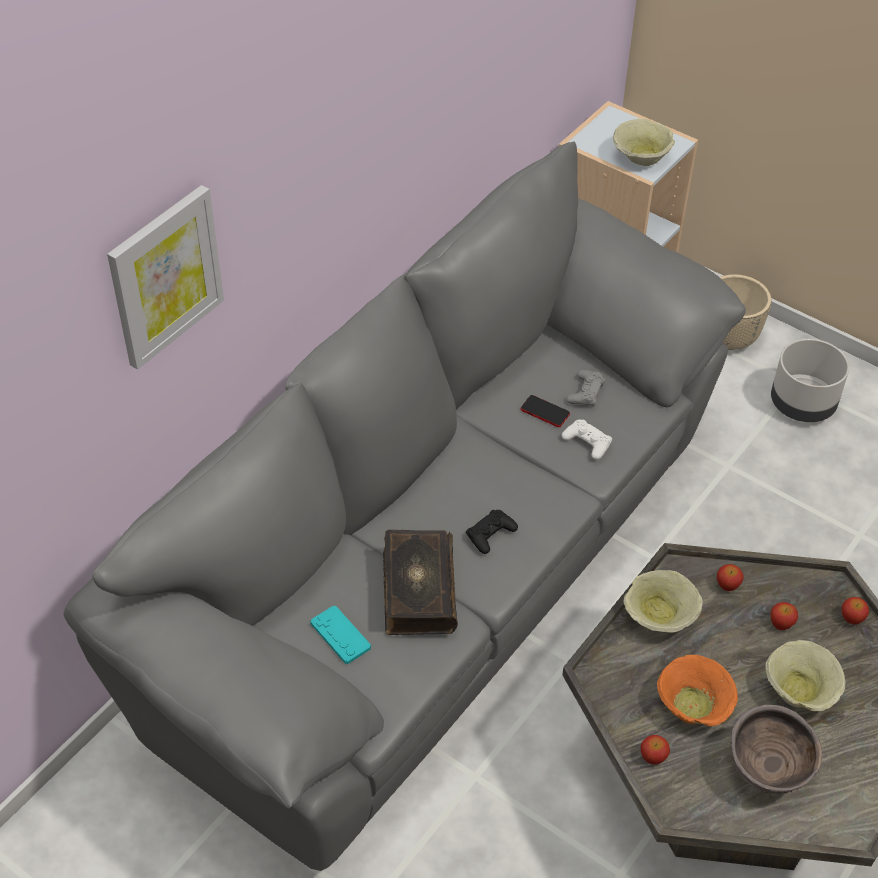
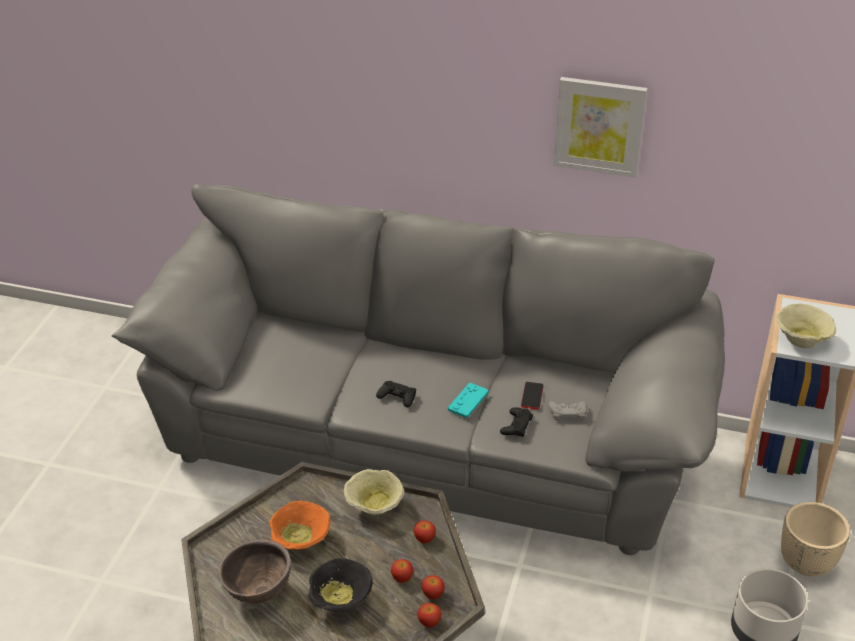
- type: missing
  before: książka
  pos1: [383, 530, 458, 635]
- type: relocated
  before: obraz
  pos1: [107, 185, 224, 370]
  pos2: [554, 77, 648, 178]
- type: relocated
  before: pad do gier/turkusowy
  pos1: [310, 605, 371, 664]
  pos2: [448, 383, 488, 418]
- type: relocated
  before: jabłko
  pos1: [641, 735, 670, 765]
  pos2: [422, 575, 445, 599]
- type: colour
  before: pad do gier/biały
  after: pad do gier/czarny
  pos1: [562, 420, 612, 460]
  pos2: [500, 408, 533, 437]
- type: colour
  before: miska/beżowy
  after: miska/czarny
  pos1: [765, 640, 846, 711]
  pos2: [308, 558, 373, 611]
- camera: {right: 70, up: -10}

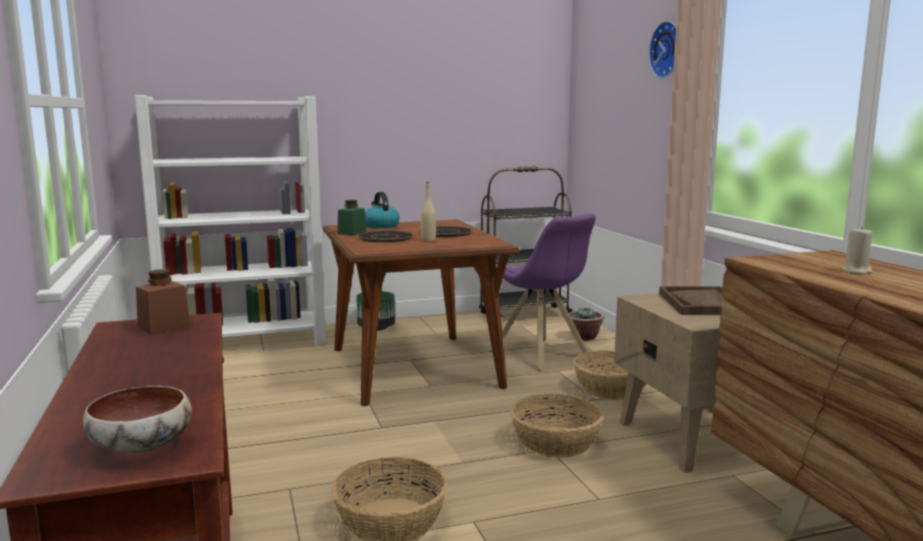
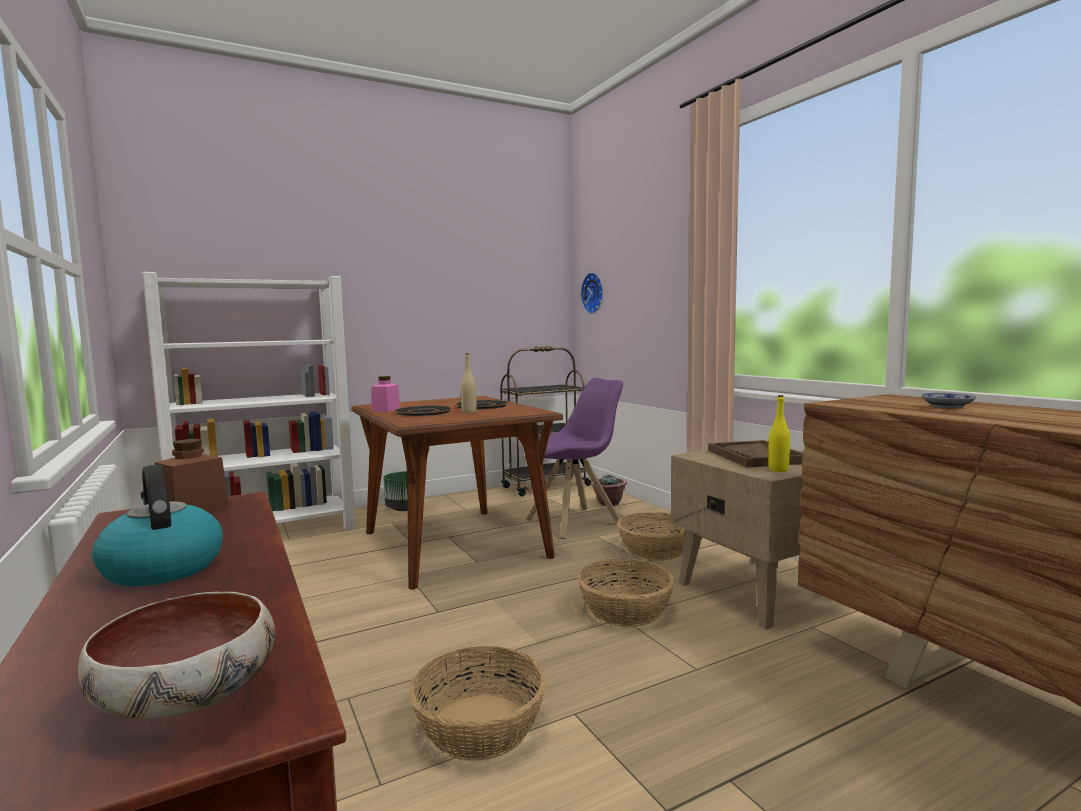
- type: appeared
  after: butelka/żółty
  pos2: [768, 395, 790, 472]
- type: relocated
  before: czajnik
  pos1: [365, 192, 400, 228]
  pos2: [92, 464, 223, 586]
- type: relocated
  before: zegar ścienny
  pos1: [649, 21, 676, 78]
  pos2: [581, 272, 603, 314]
- type: exchanged
  before: świeca/beżowy
  after: miska
  pos1: [842, 226, 873, 275]
  pos2: [921, 393, 976, 409]
- type: colour
  before: słoik/zielony
  after: słoik/różowy
  pos1: [338, 200, 366, 236]
  pos2: [371, 376, 400, 412]
- type: spun
  before: krzesło/fioletowy
  pos1: [491, 213, 596, 371]
  pos2: [527, 378, 623, 539]
  turn: -75
- camera: {right: -10, up: -5}

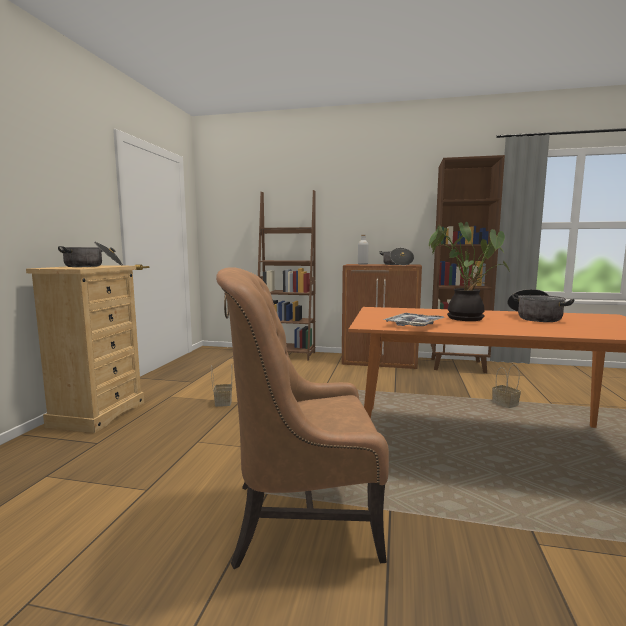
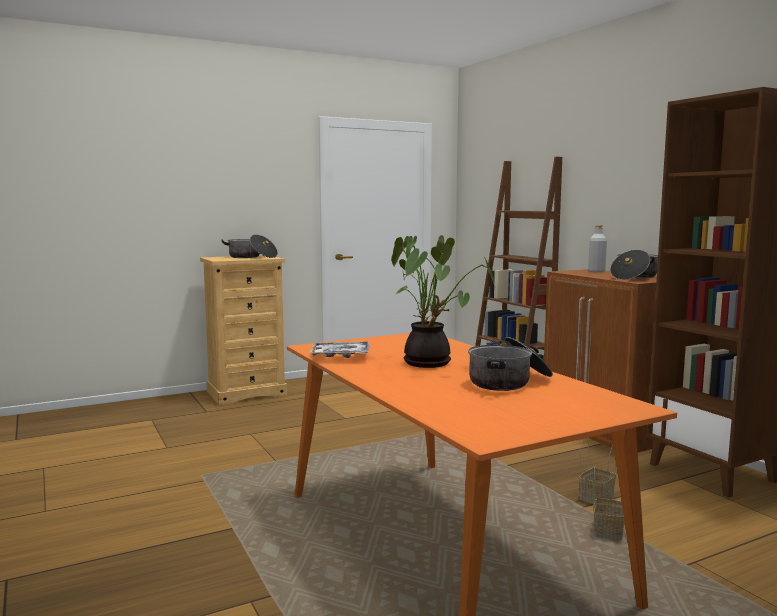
- type: missing
  before: krzesło/brązowy
  pos1: [216, 267, 389, 569]
- type: relocated
  before: koszyk
  pos1: [211, 365, 232, 407]
  pos2: [579, 438, 616, 504]
- camera: {right: 50, up: 0}

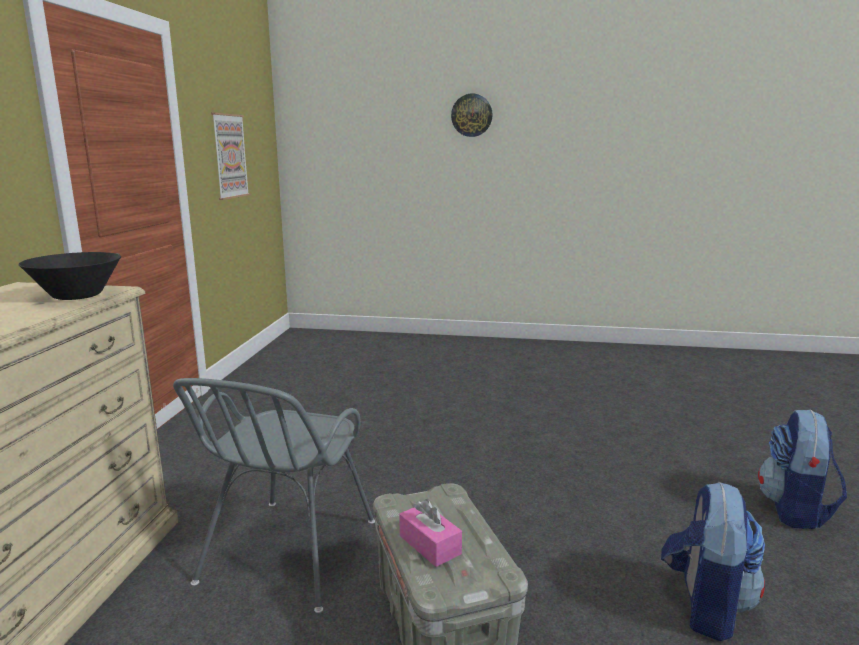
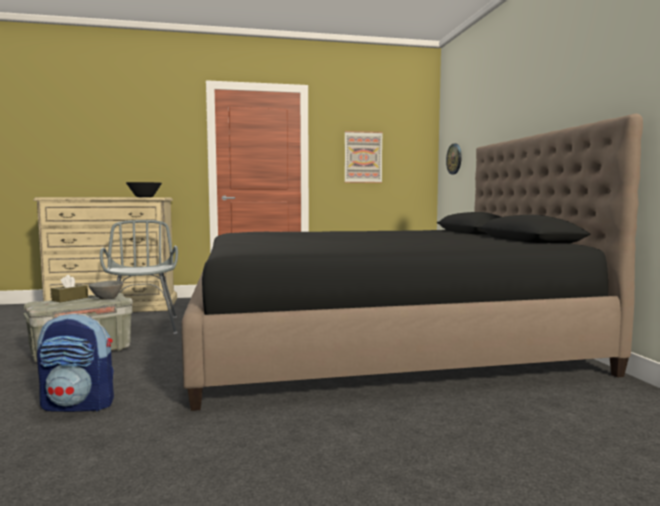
- type: missing
  before: plecak
  pos1: [758, 410, 847, 529]
- type: appeared
  after: miska/szary
  pos2: [89, 281, 123, 300]
- type: appeared
  after: łóżko/czarny
  pos2: [181, 114, 643, 411]
- type: relocated
  before: zegar ścienny
  pos1: [451, 94, 493, 137]
  pos2: [446, 144, 462, 174]
- type: colour
  before: pudełko chusteczek/różowy
  after: pudełko chusteczek/brązowy
  pos1: [399, 499, 462, 567]
  pos2: [51, 275, 88, 302]
- type: spun
  before: krzesło/szary
  pos1: [173, 378, 375, 613]
  pos2: [100, 220, 178, 334]
  turn: 75
- camera: {right: 70, up: -10}

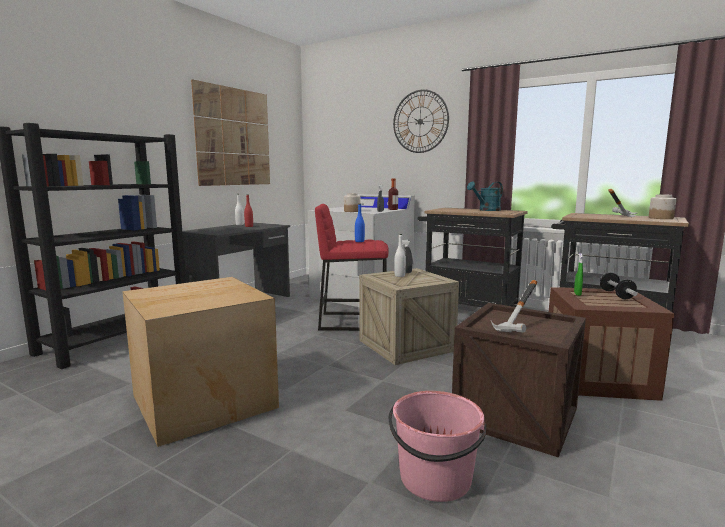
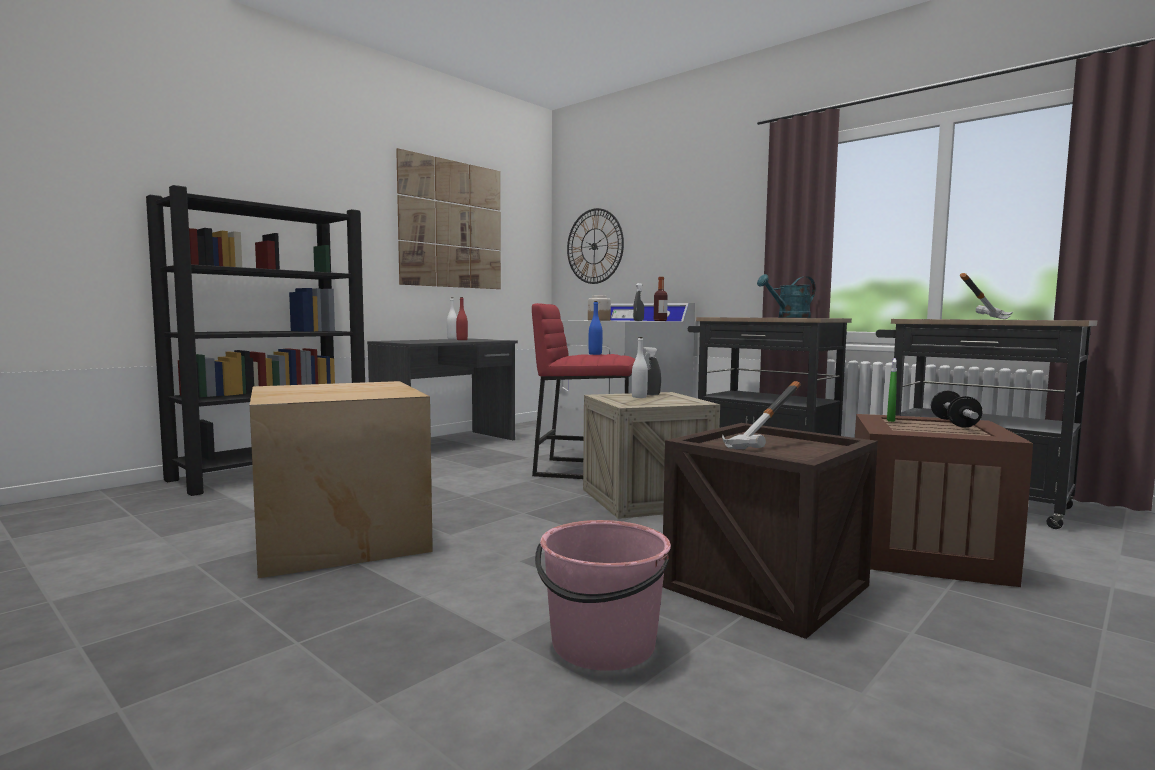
- type: missing
  before: słoik
  pos1: [649, 194, 676, 219]
- type: relocated
  before: zegar ścienny
  pos1: [393, 89, 449, 153]
  pos2: [567, 208, 624, 284]
- camera: {right: 10, up: -5}

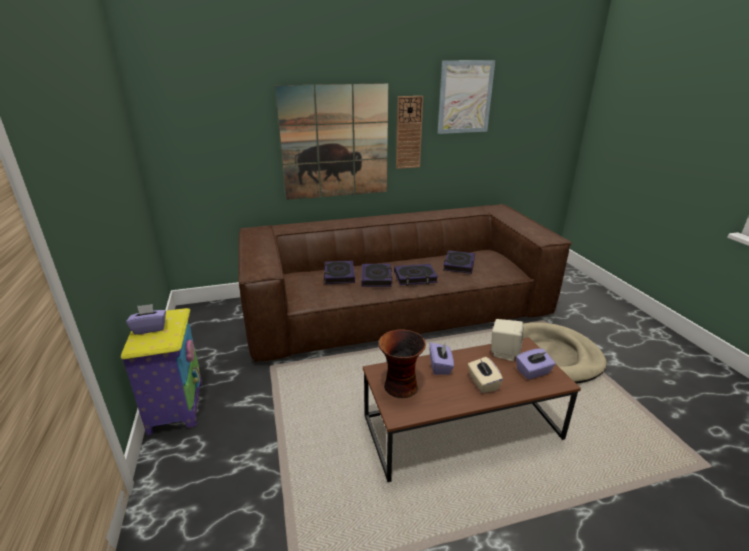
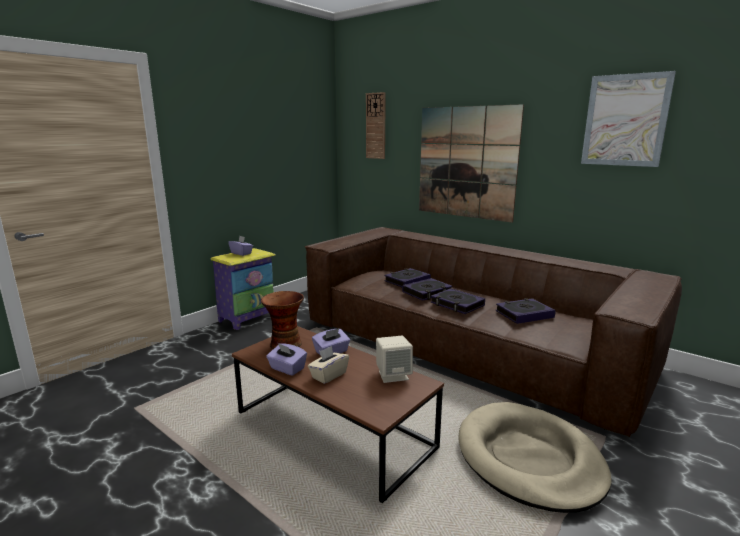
- type: relocated
  before: zegar ścienny
  pos1: [396, 96, 423, 169]
  pos2: [366, 92, 386, 159]
- type: relocated
  before: pudełko chusteczek/fioletowy
  pos1: [516, 348, 556, 379]
  pos2: [266, 343, 307, 376]
- camera: {right: 55, up: -10}

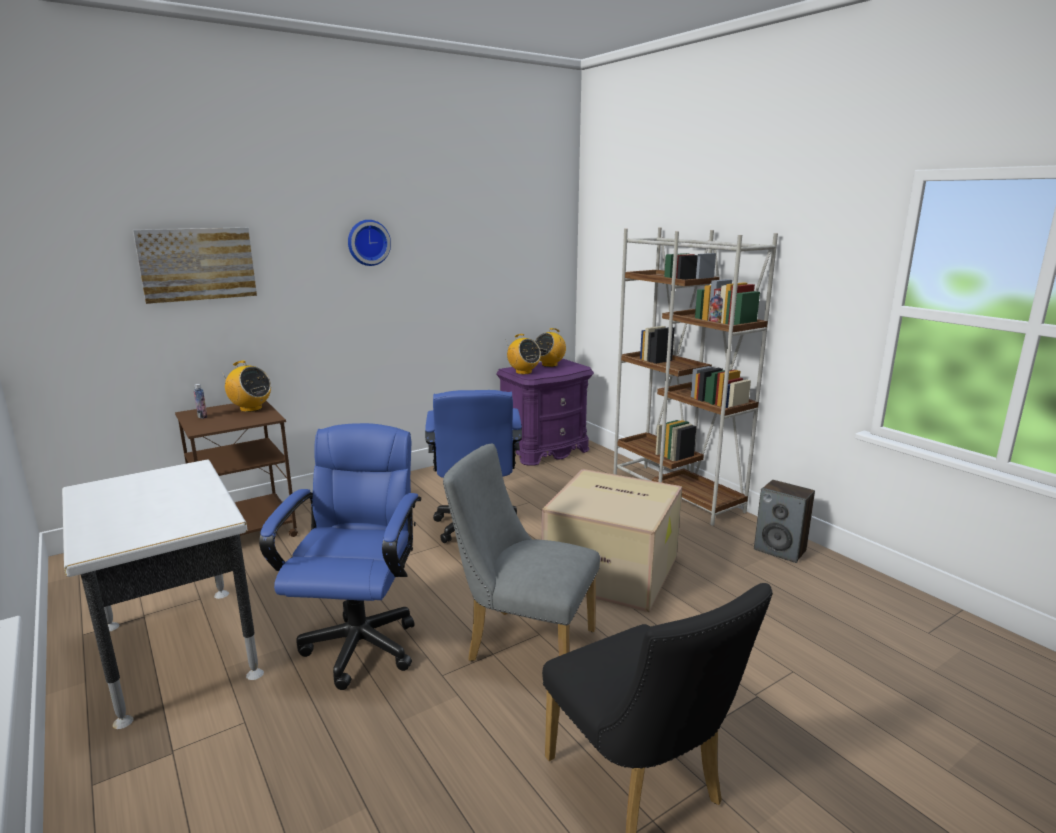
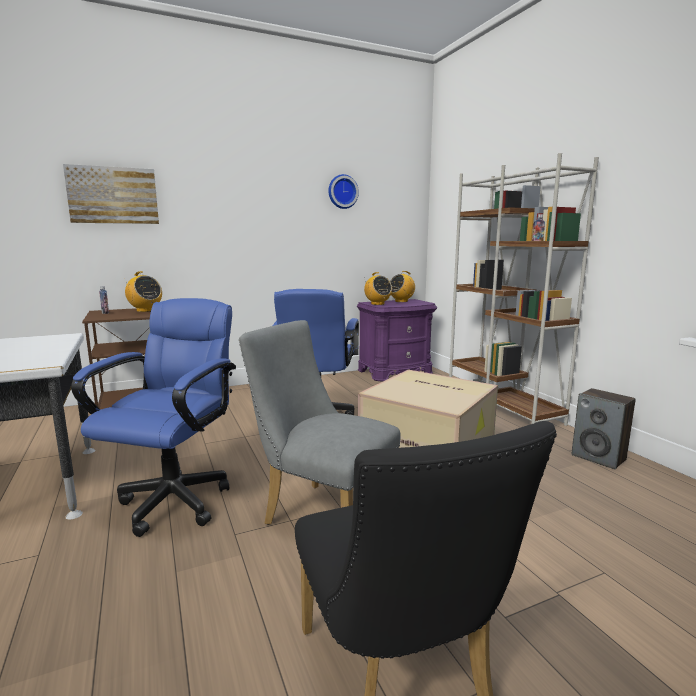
- type: relocated
  before: zegar ścienny
  pos1: [348, 220, 391, 266]
  pos2: [329, 174, 359, 209]
- camera: {right: 10, up: -5}

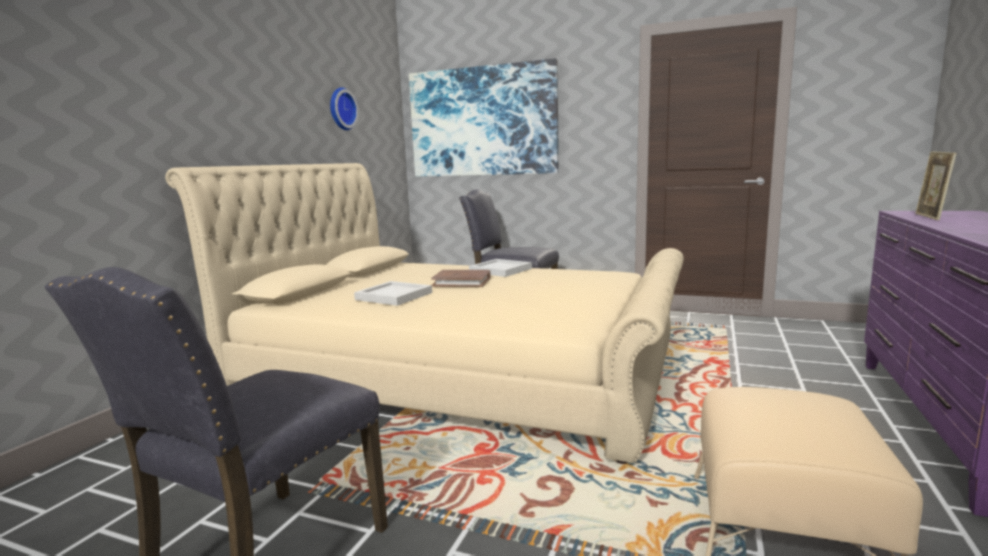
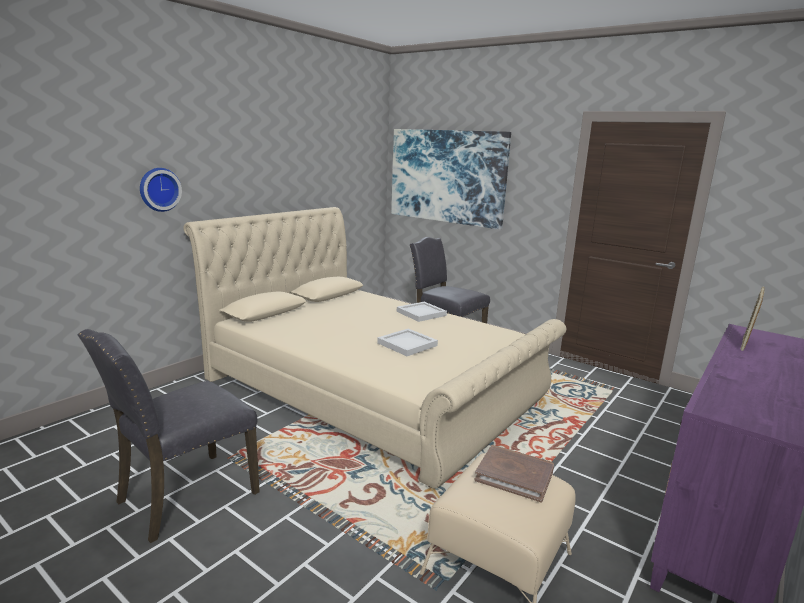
- type: relocated
  before: zegar ścienny
  pos1: [330, 87, 359, 130]
  pos2: [140, 168, 182, 212]
- type: relocated
  before: taca/biały
  pos1: [354, 281, 432, 306]
  pos2: [377, 329, 438, 356]
- type: relocated
  before: książka/brązowy
  pos1: [431, 270, 490, 287]
  pos2: [474, 445, 554, 502]
- camera: {right: 15, up: 5}

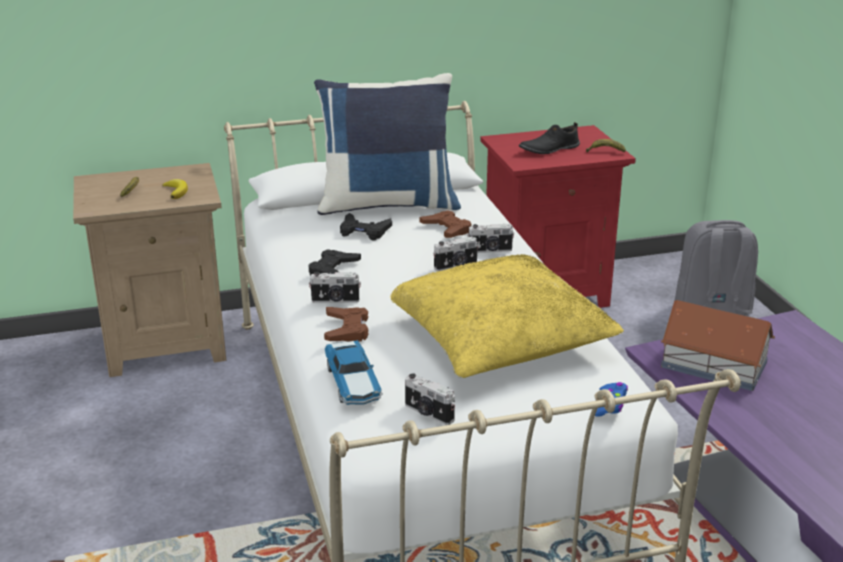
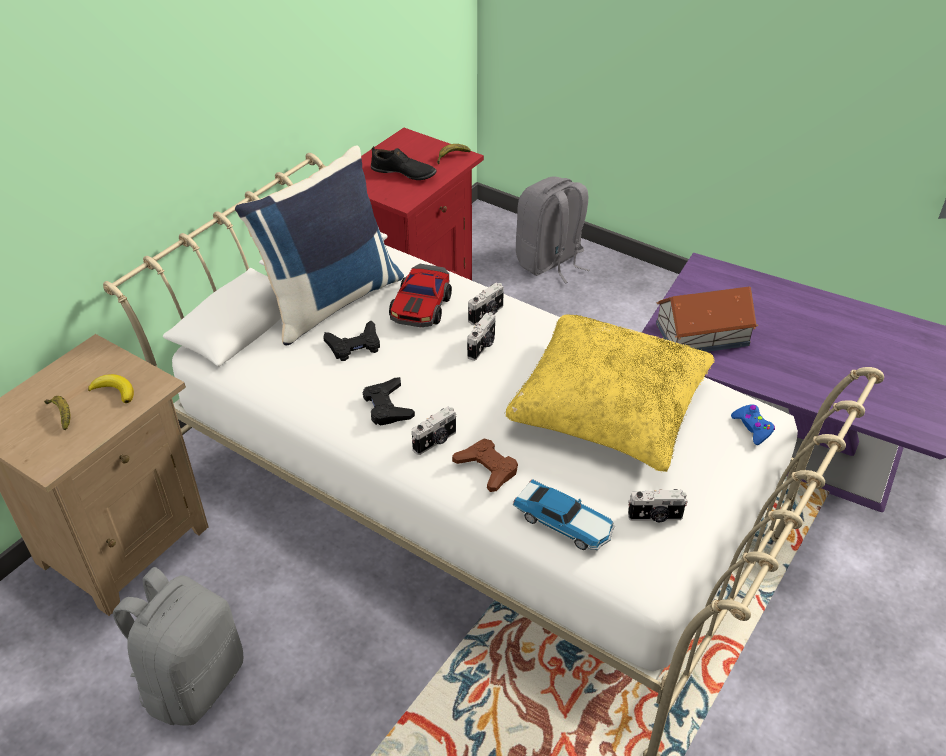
- type: appeared
  after: plecak/szary
  pos2: [113, 567, 243, 726]
- type: exchanged
  before: pad do gier/brązowy
  after: samochodzik
  pos1: [420, 210, 471, 238]
  pos2: [389, 264, 452, 327]
- type: spun
  before: but/czarny
  pos1: [519, 122, 580, 154]
  pos2: [371, 146, 437, 180]
  turn: -90
- camera: {right: -40, up: 15}

